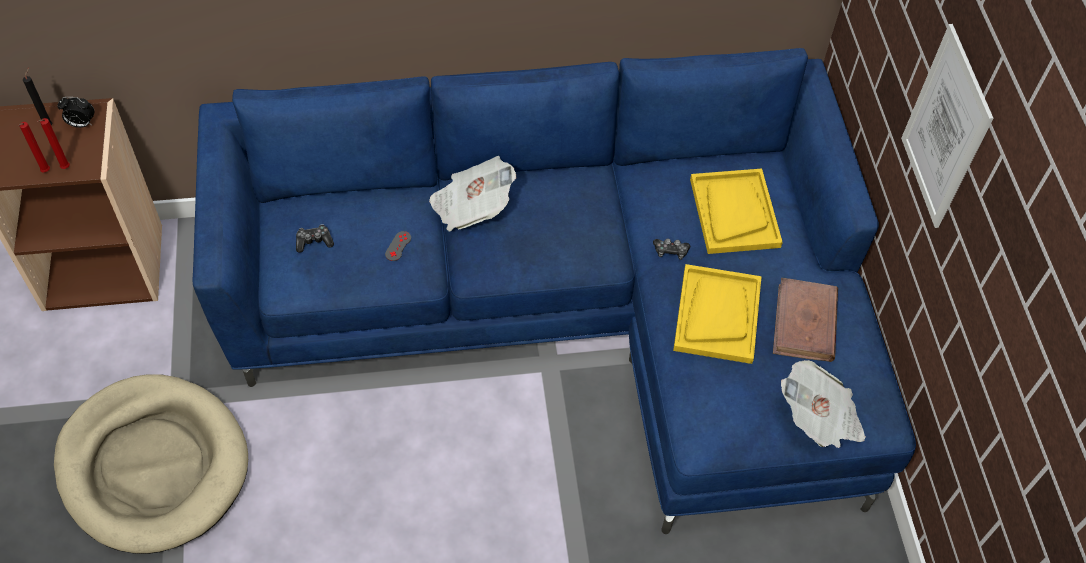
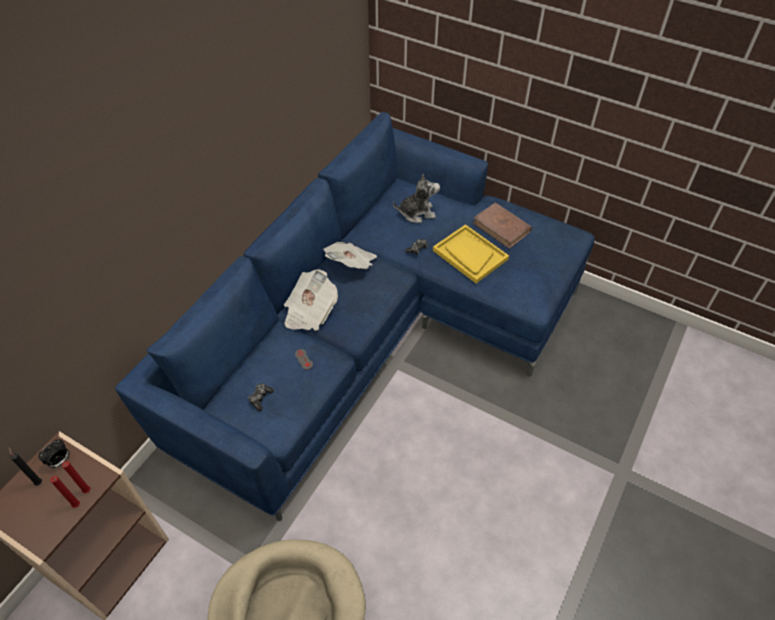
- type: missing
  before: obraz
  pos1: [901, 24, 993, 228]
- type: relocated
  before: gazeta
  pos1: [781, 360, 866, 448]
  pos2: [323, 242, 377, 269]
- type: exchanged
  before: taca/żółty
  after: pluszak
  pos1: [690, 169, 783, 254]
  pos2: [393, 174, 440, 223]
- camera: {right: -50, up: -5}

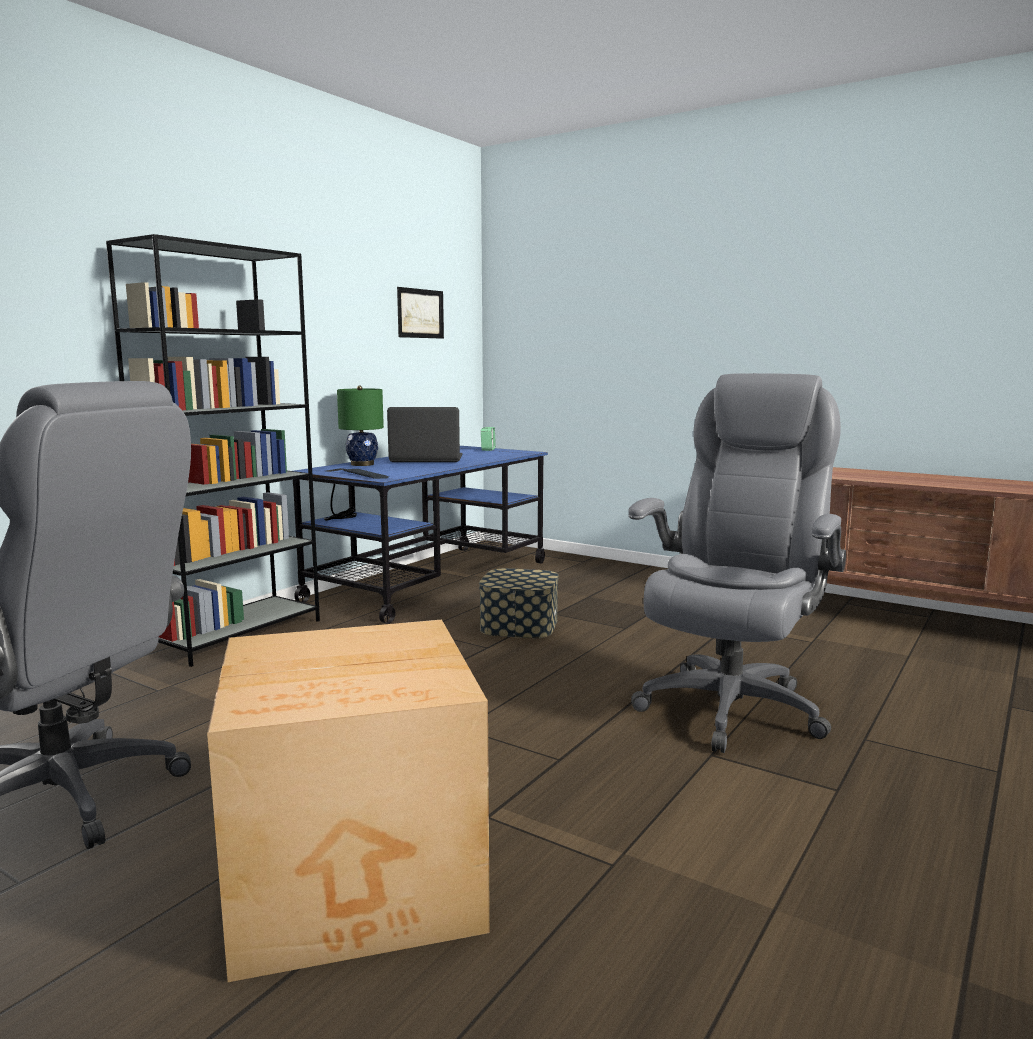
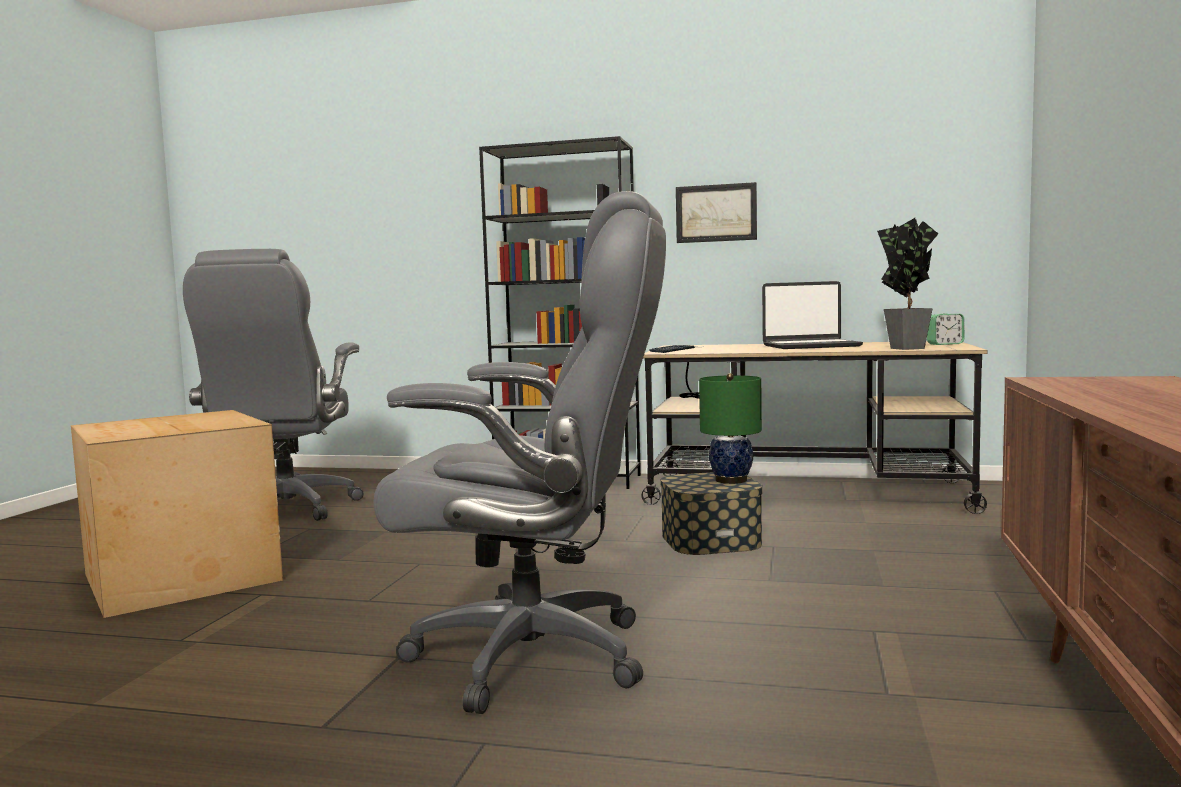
- type: appeared
  after: roślina doniczkowa
  pos2: [877, 218, 938, 350]
- type: relocated
  before: lampa stołowa/zielony
  pos1: [337, 386, 384, 466]
  pos2: [699, 373, 762, 484]
- type: relocated
  before: obraz
  pos1: [397, 287, 444, 339]
  pos2: [676, 182, 757, 243]
- type: colour
  before: biurko/niebieski
  after: biurko/beżowy
  pos1: [293, 446, 548, 624]
  pos2: [642, 341, 988, 514]
- type: spun
  before: laptop
  pos1: [387, 407, 463, 462]
  pos2: [762, 281, 863, 349]
  turn: 105
- camera: {right: 70, up: -5}

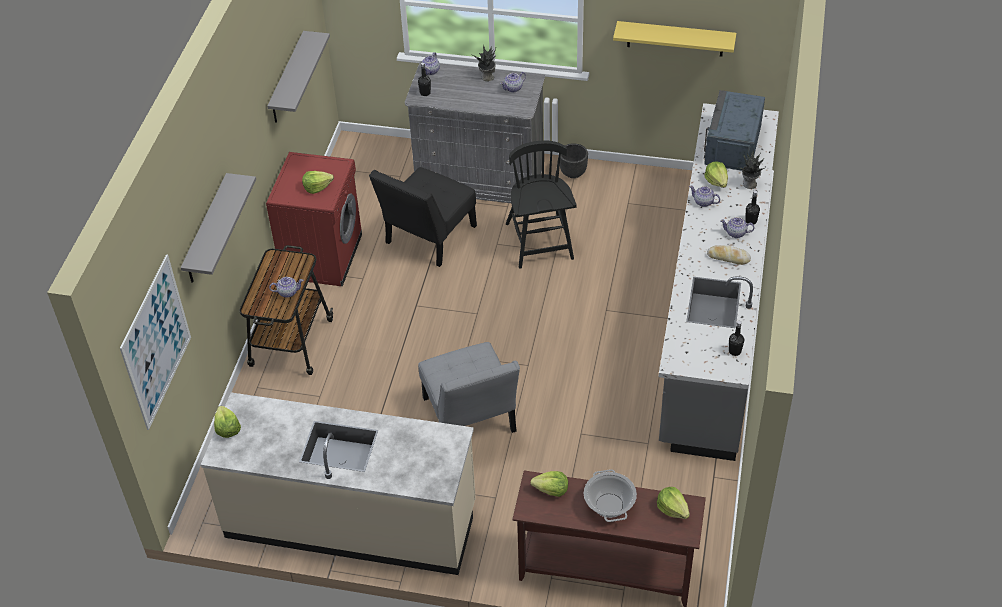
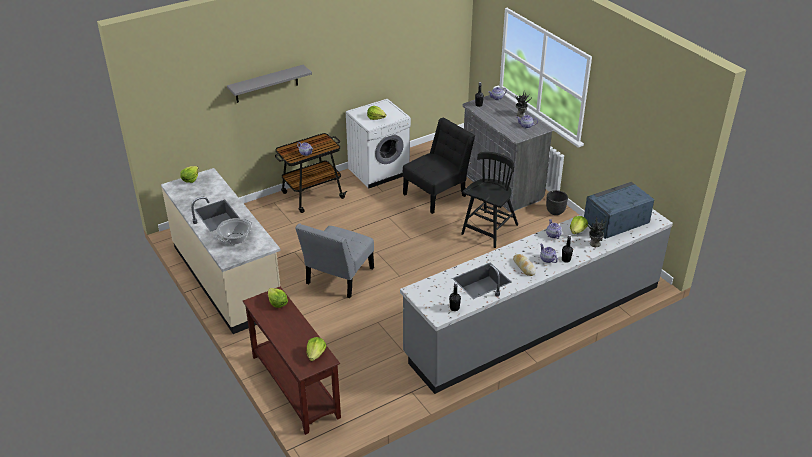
- type: missing
  before: obraz
  pos1: [120, 254, 191, 430]
- type: missing
  before: półka/szary
  pos1: [267, 31, 330, 123]
- type: missing
  before: półka/żółty
  pos1: [613, 21, 736, 57]
- type: relocated
  before: garnek
  pos1: [584, 469, 637, 522]
  pos2: [216, 218, 252, 244]
- type: colour
  before: pralka/czerwony
  after: pralka/biały
  pos1: [266, 152, 362, 287]
  pos2: [346, 99, 411, 188]
- type: spun
  before: krzesło/czarny
  pos1: [369, 167, 477, 267]
  pos2: [403, 118, 475, 214]
  turn: 150
- camera: {right: 45, up: -10}

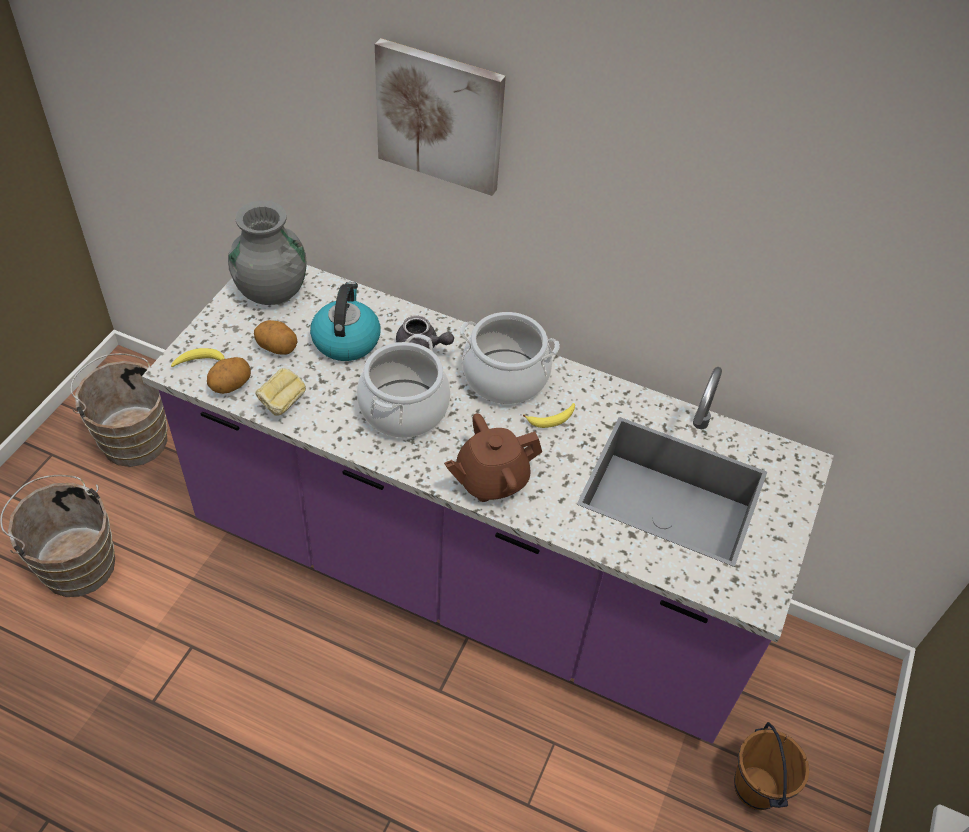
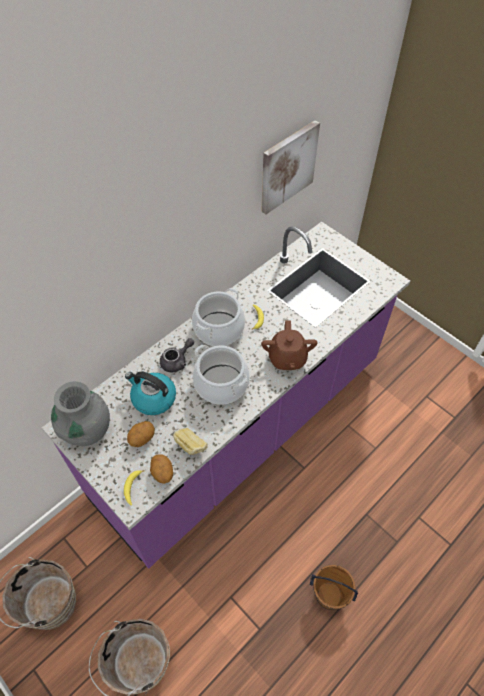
- type: relocated
  before: obraz
  pos1: [375, 38, 506, 196]
  pos2: [261, 120, 320, 214]
- type: relocated
  before: wiadro/brązowy
  pos1: [734, 722, 809, 810]
  pos2: [310, 565, 358, 610]
- camera: {right: -65, up: 5}

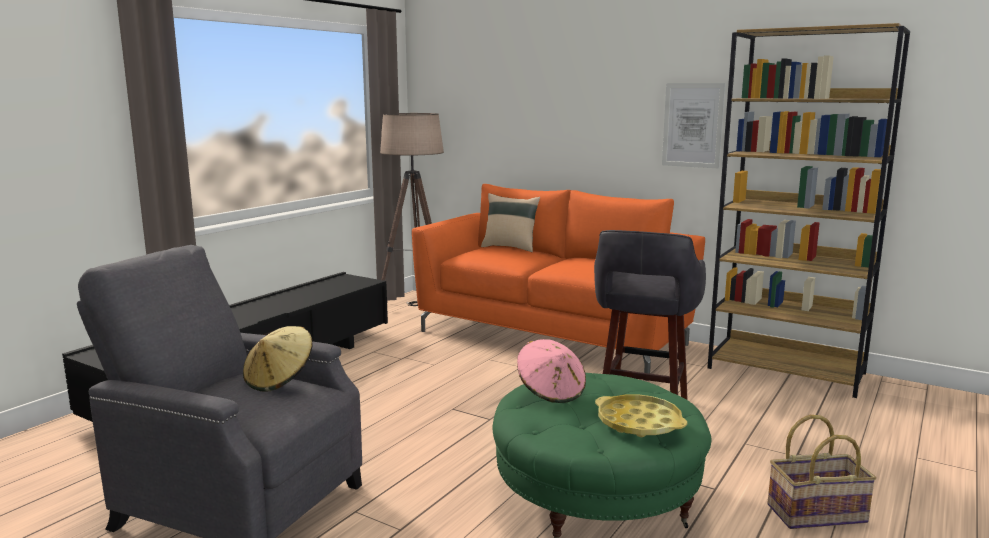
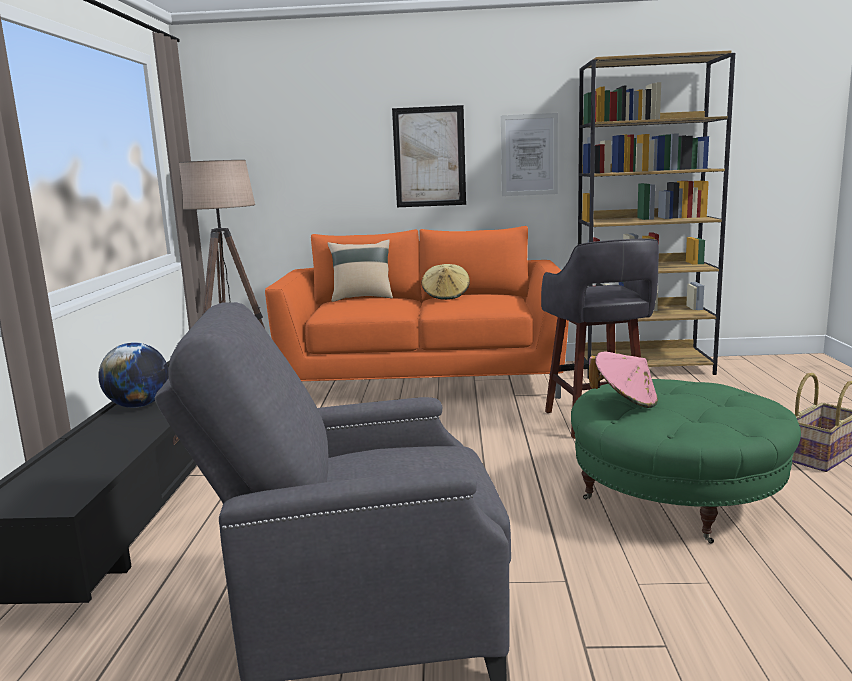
- type: missing
  before: taca/żółty
  pos1: [595, 394, 687, 437]
- type: appeared
  after: globus
  pos2: [98, 342, 169, 408]
- type: appeared
  after: obraz
  pos2: [392, 105, 466, 207]
- type: relocated
  before: kapelusz/beżowy
  pos1: [243, 326, 313, 392]
  pos2: [421, 264, 470, 300]
- camera: {right: -30, up: 0}

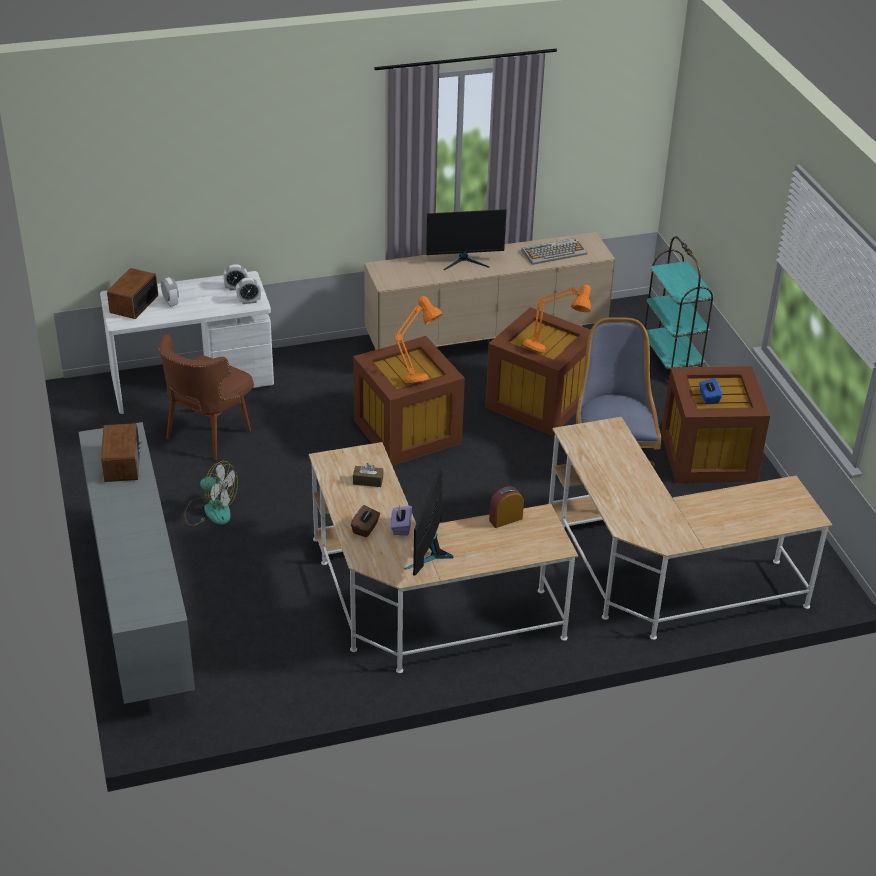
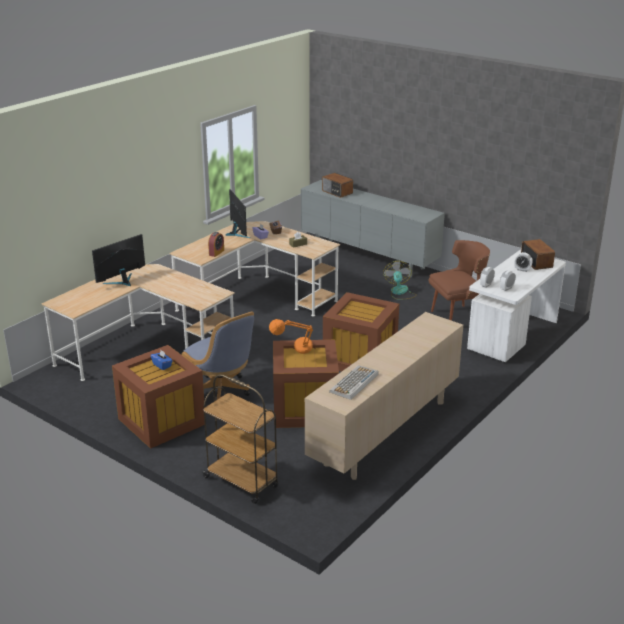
- type: missing
  before: lampa stołowa/pomarańczowy
  pos1: [395, 296, 443, 383]
- type: relocated
  before: radio
  pos1: [101, 423, 142, 482]
  pos2: [322, 173, 353, 198]
- type: relocated
  before: monitor
  pos1: [426, 209, 507, 270]
  pos2: [92, 234, 145, 286]
- type: colour
  before: wózek/turkusowy
  after: wózek/brązowy
  pos1: [645, 236, 715, 382]
  pos2: [200, 374, 279, 504]
- type: spun
  before: krzesło/brązowy
  pos1: [159, 334, 254, 460]
  pos2: [429, 240, 490, 321]
  turn: 75
- type: spun
  before: wentylator
  pos1: [184, 461, 238, 526]
  pos2: [383, 261, 417, 300]
  turn: 105
- camera: {right: 145, up: -10}

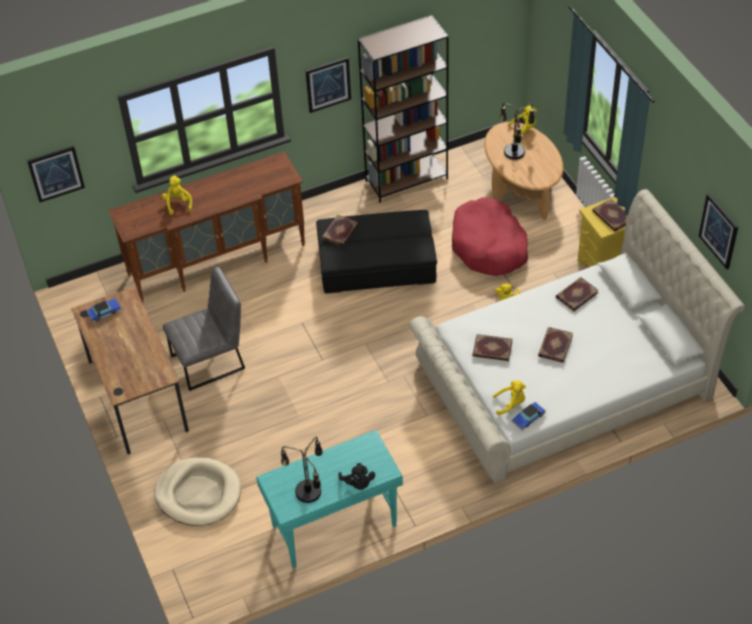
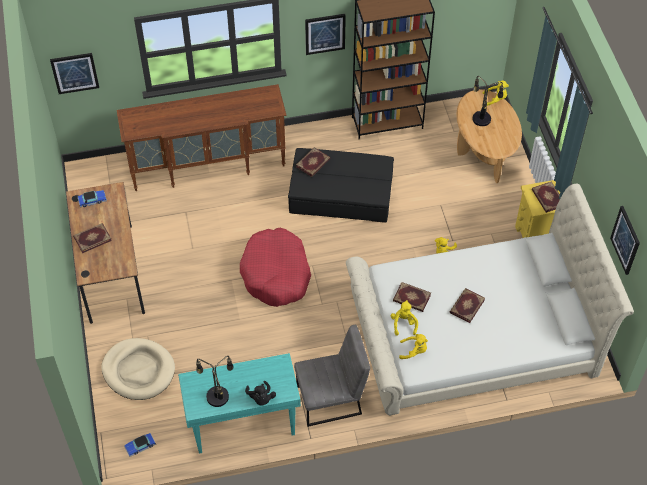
- type: relocated
  before: pluszak/żółty
  pos1: [162, 175, 192, 215]
  pos2: [391, 300, 418, 336]
- type: relocated
  before: krzesło/szary
  pos1: [163, 266, 245, 391]
  pos2: [294, 325, 370, 427]
- type: relocated
  before: legowisko/czerwony
  pos1: [452, 198, 528, 276]
  pos2: [240, 228, 311, 307]
- type: relocated
  before: samochodzik
  pos1: [511, 402, 546, 431]
  pos2: [124, 433, 156, 457]
- type: relocated
  before: książka
  pos1: [556, 277, 599, 311]
  pos2: [73, 223, 112, 253]
- camera: {right: 10, up: 5}

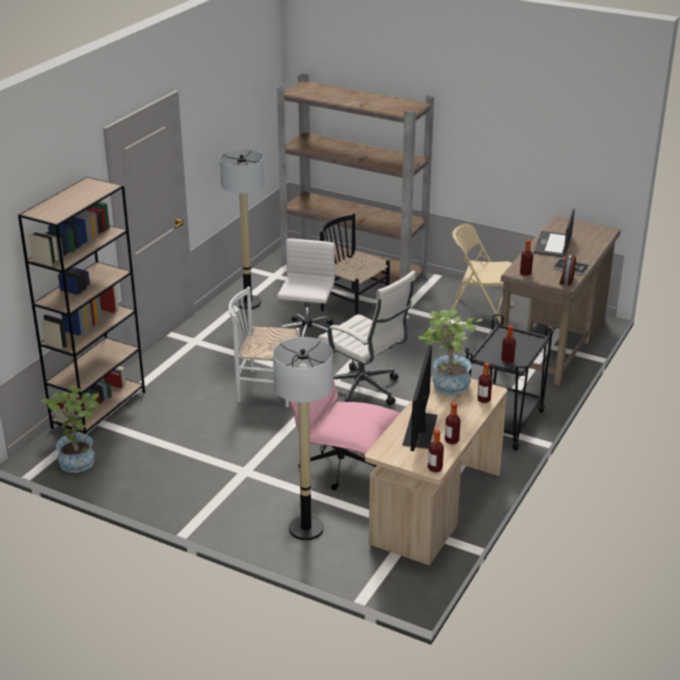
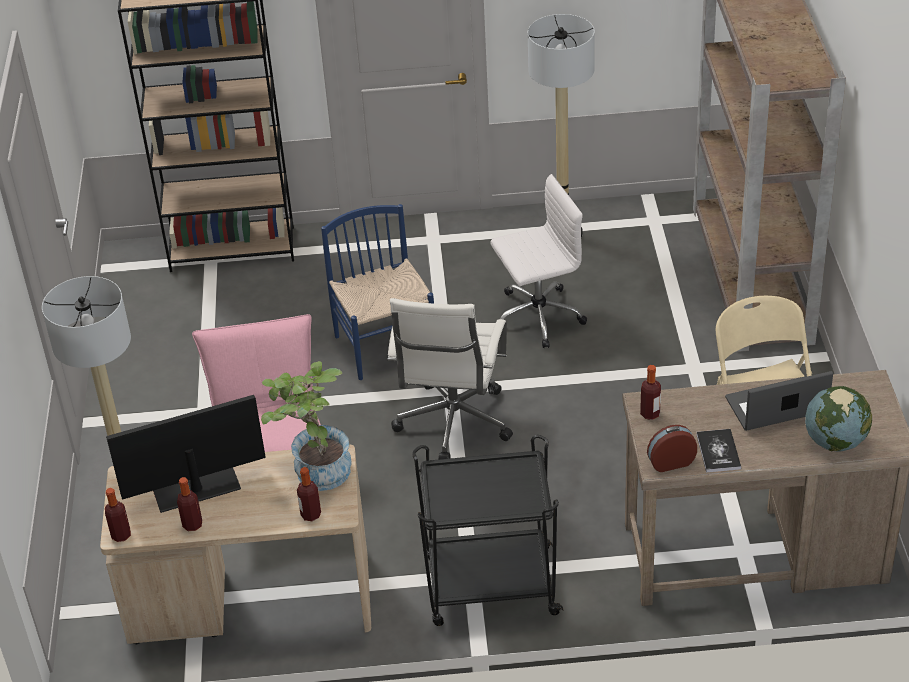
- type: missing
  before: roślina doniczkowa
  pos1: [41, 385, 100, 473]
- type: missing
  before: krzesło/czarny
  pos1: [320, 213, 390, 315]
- type: missing
  before: butelka
  pos1: [501, 325, 516, 364]
- type: appeared
  after: globus
  pos2: [805, 386, 872, 452]
- type: colour
  before: krzesło/biały
  after: krzesło/niebieski
  pos1: [229, 287, 300, 407]
  pos2: [321, 204, 434, 380]
- camera: {right: 60, up: 10}

